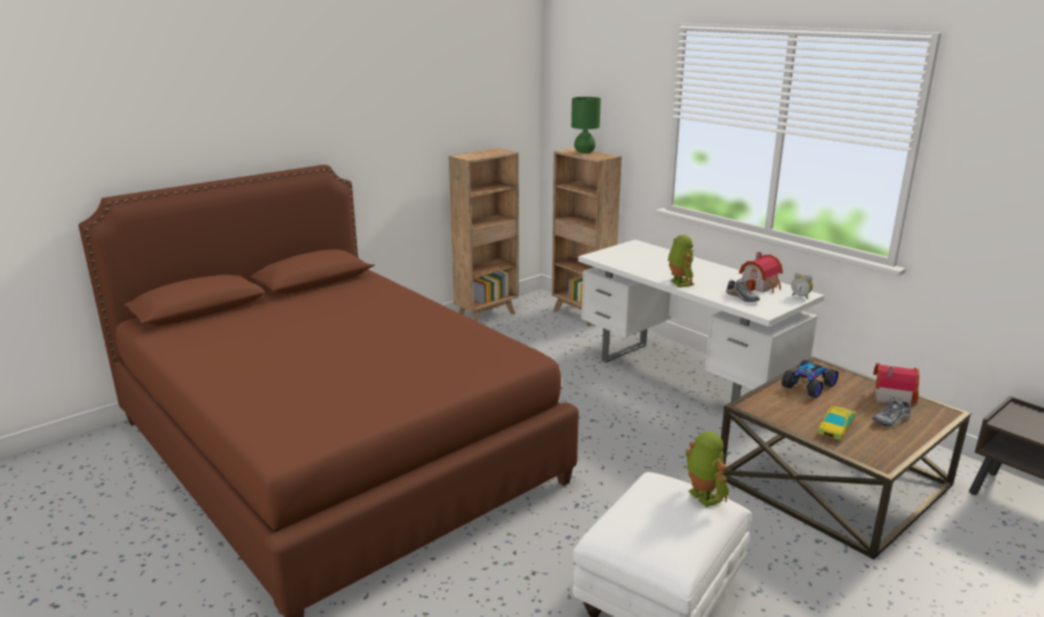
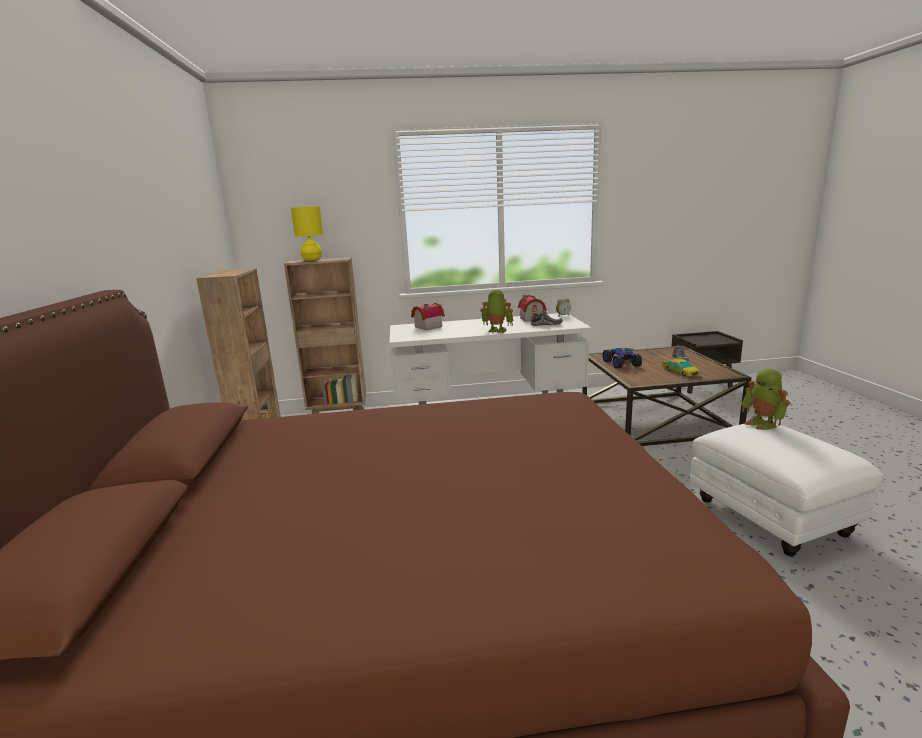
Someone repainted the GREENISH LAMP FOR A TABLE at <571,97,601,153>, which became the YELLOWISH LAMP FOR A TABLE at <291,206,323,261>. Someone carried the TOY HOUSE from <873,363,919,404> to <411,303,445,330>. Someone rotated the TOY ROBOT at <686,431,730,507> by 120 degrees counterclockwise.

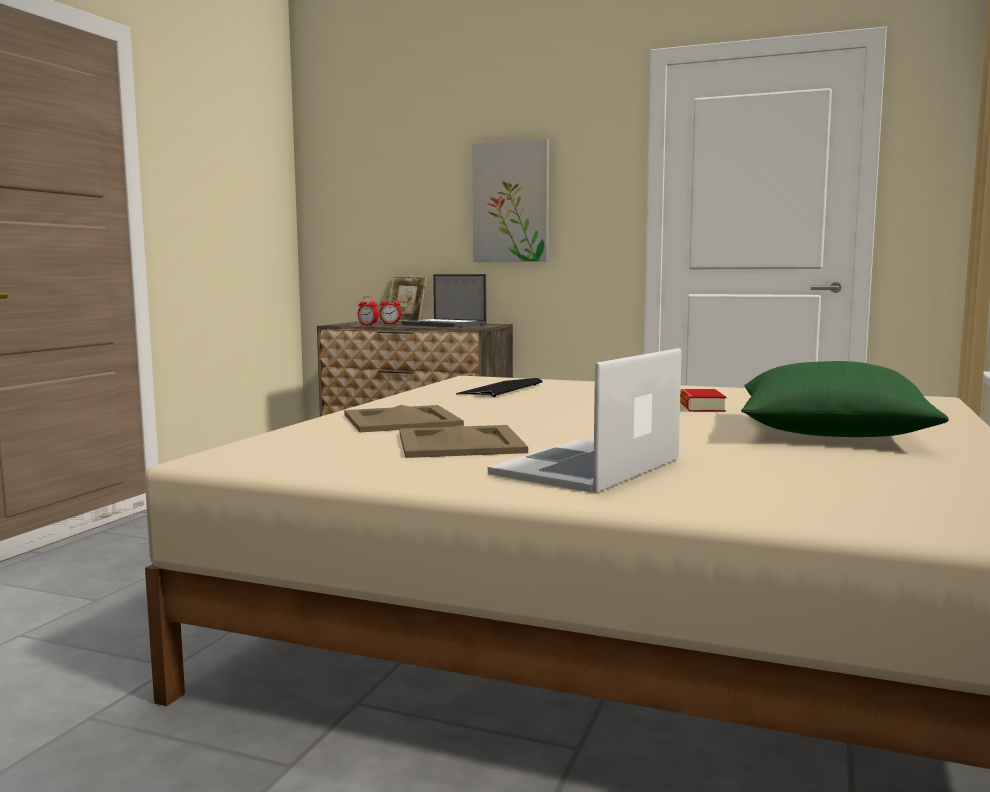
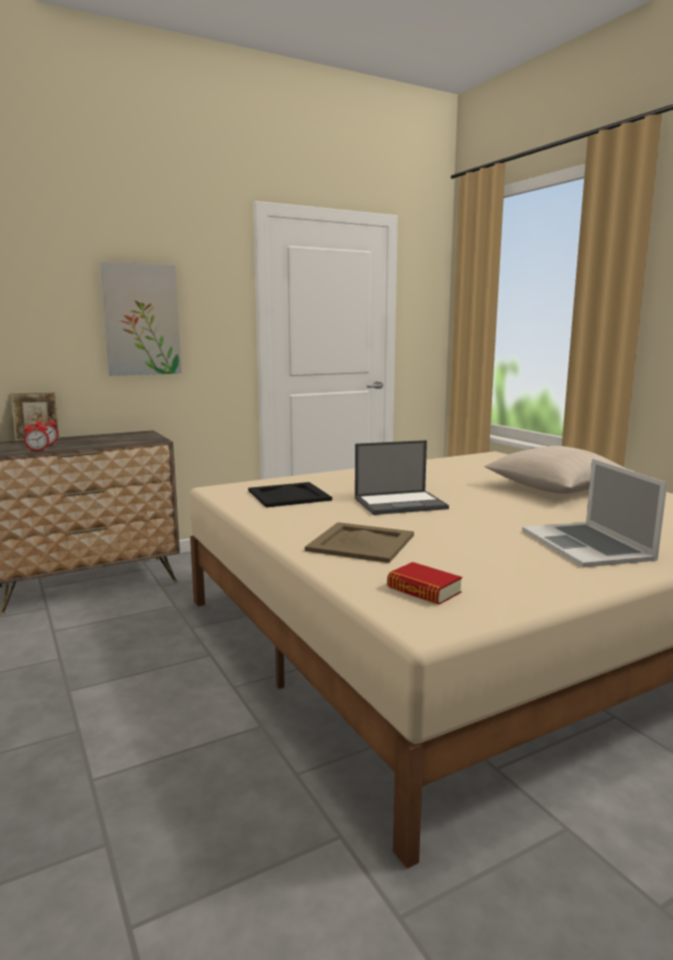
Someone swapped the KEYBOARD at <456,378,543,397> for the BLACK-COLOURED TRAY at <248,482,332,508>. Someone carried the LAPTOP from <402,274,487,327> to <355,440,449,515>. Someone carried the VOLUME from <680,389,726,412> to <387,562,462,605>. Someone repainted the GREENISH PILLOW at <741,361,949,437>, which became the BEIGE PILLOW at <484,446,634,494>. Someone took away the BEIGE TRAY at <399,425,528,458>.

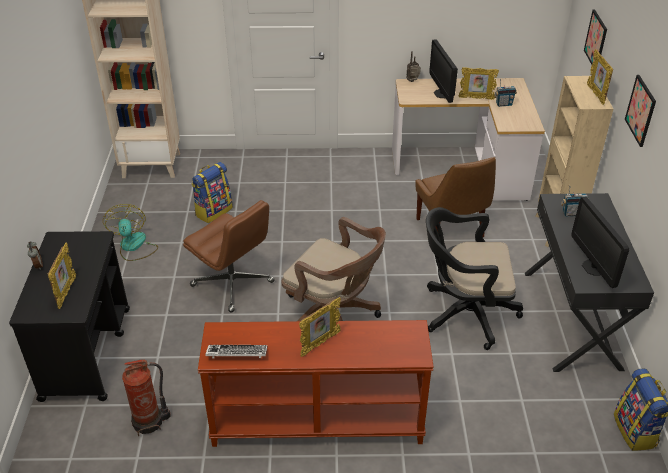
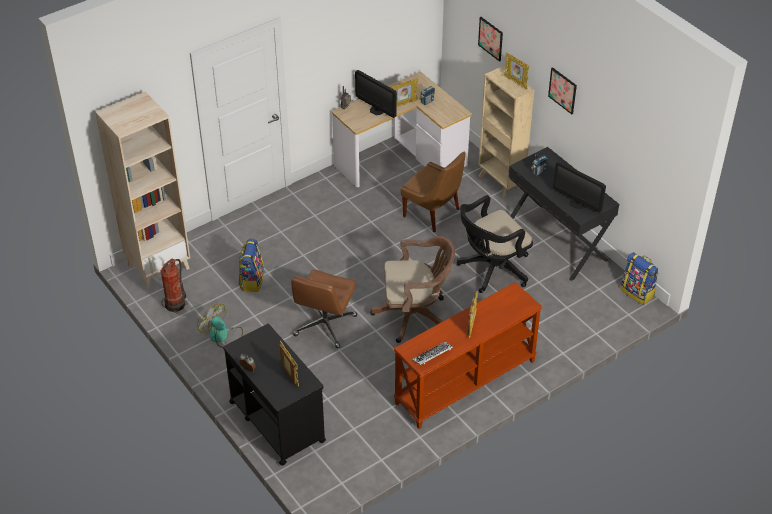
Someone carried the EXTINGUISHER from <122,359,171,436> to <161,259,188,313>. Someone rotated the BROWN-COLOURED OFFICE CHAIR at <183,200,275,313> by 105 degrees clockwise.

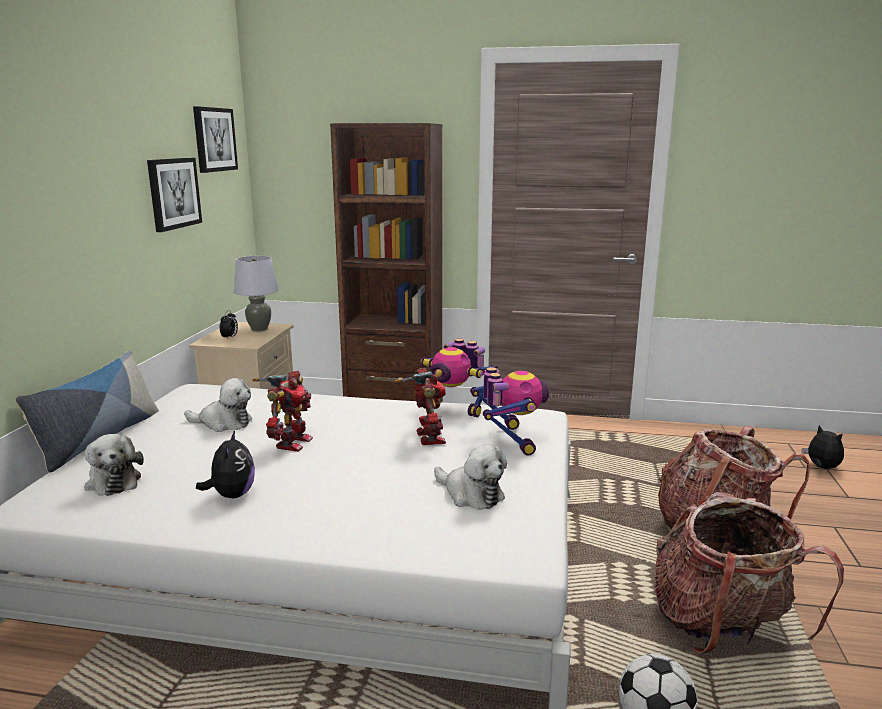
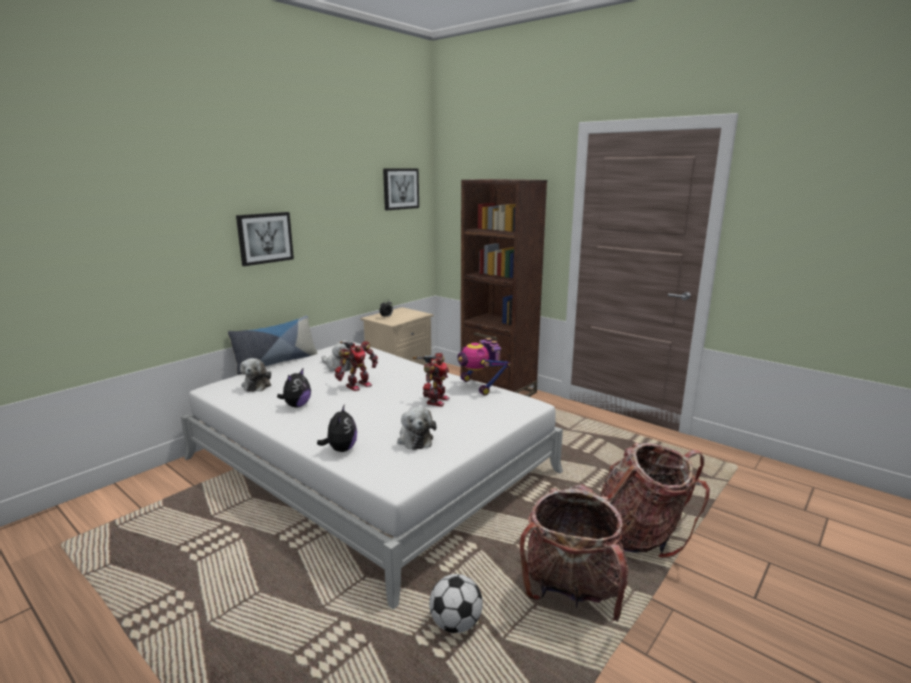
Someone carried the PICTURE from <147,158,202,232> to <236,212,294,266>. Someone carried the SOFT TOY from <802,425,844,469> to <317,405,357,452>. Someone took away the GREYISH LAMP FOR A TABLE at <234,256,279,331>. Someone took away the TOY ROBOT at <470,367,549,456>.

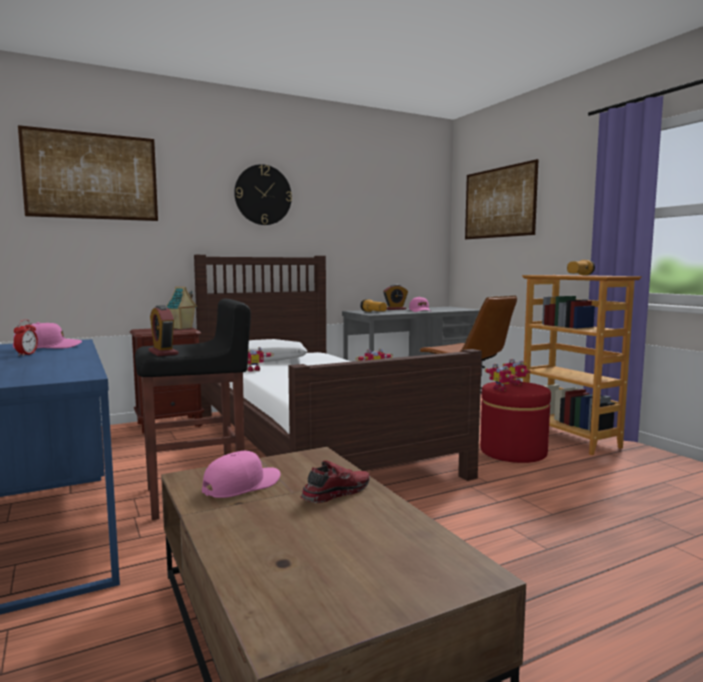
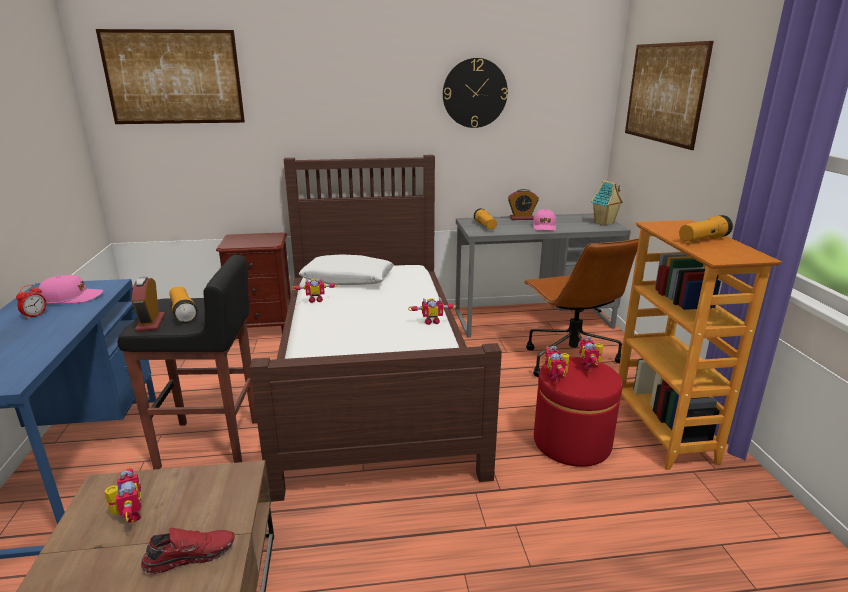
Someone swapped the PINK PEAKED CAP at <202,451,281,498> for the TOY ROBOT at <104,466,141,523>. Someone put down the HAND TORCH at <169,286,198,323>. Someone carried the WALL CLOCK from <234,164,292,225> to <443,58,508,128>. Someone carried the TOY HOUSE from <166,287,197,329> to <591,180,623,226>.

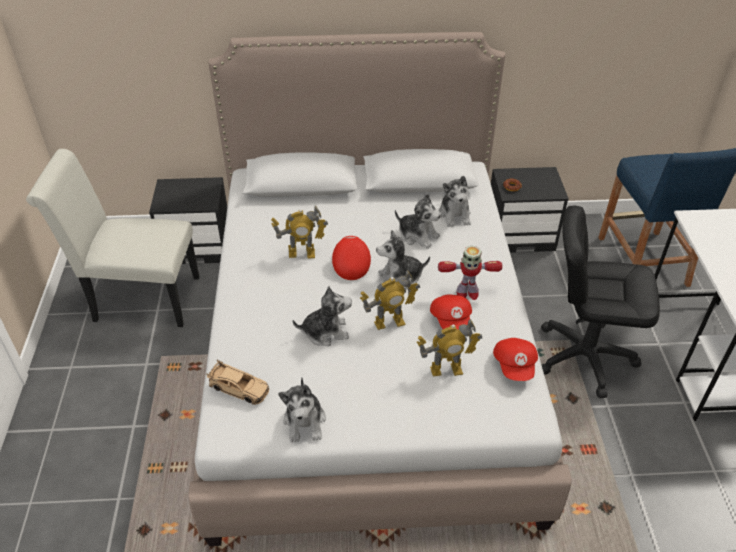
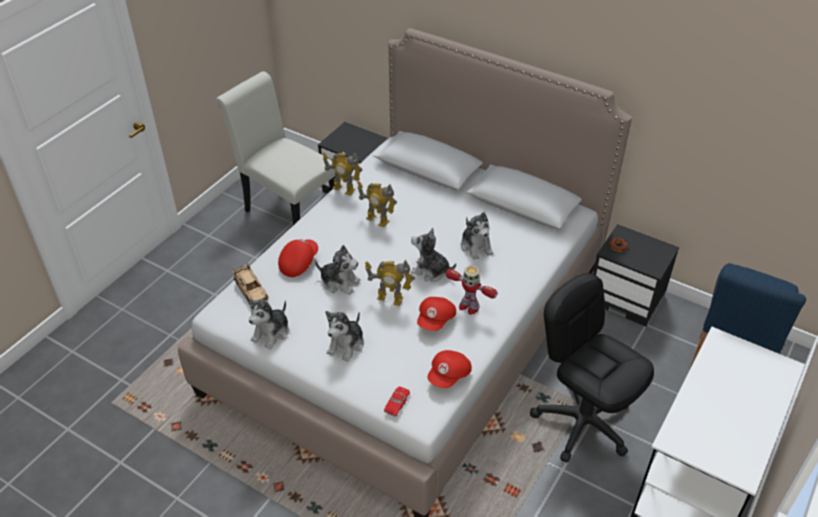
Someone carried the RED PEAKED CAP from <332,236,371,280> to <278,239,318,277>. Someone carried the TOY ROBOT from <417,319,482,376> to <322,152,363,196>. Someone carried the SOFT TOY from <439,176,471,227> to <326,311,364,362>. Someone put down the RED MODEL CAR at <384,386,410,416>.

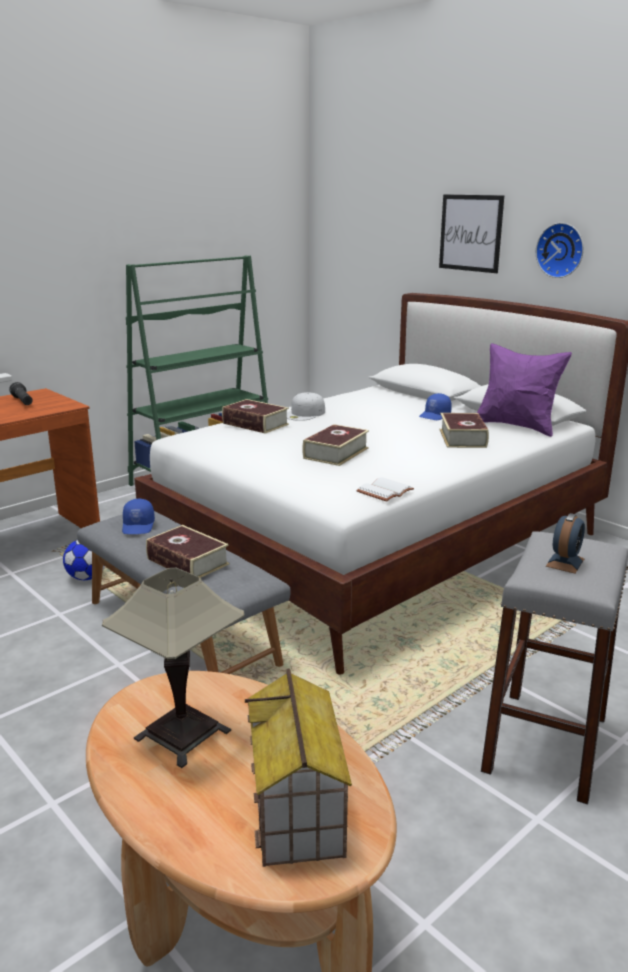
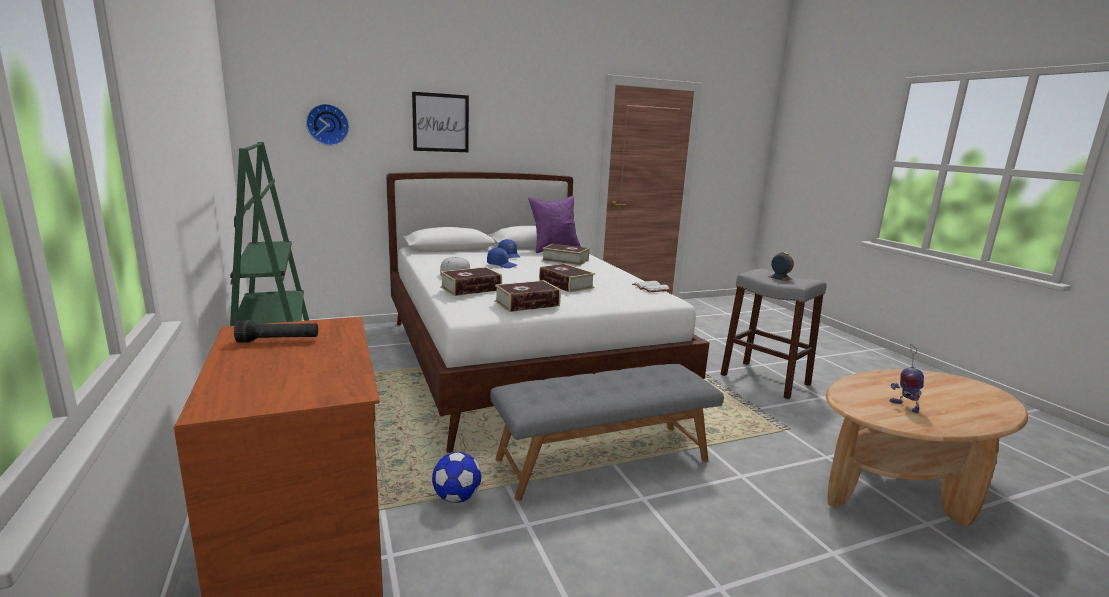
Someone carried the WALL CLOCK from <536,223,584,278> to <306,104,349,146>. Someone carried the BLUE-COLOURED PEAKED CAP from <122,499,155,534> to <487,248,517,268>. Someone carried the VOLUME from <146,525,229,578> to <495,280,561,312>. Someone swapped the LAMP FOR A TABLE at <102,568,245,768> for the TOY ROBOT at <890,344,924,413>. Someone took away the TOY HOUSE at <245,668,352,867>.

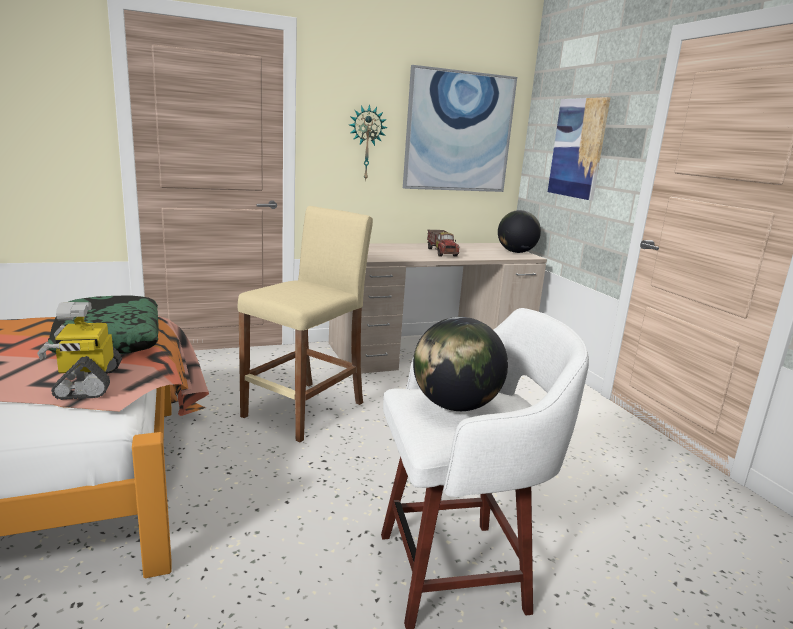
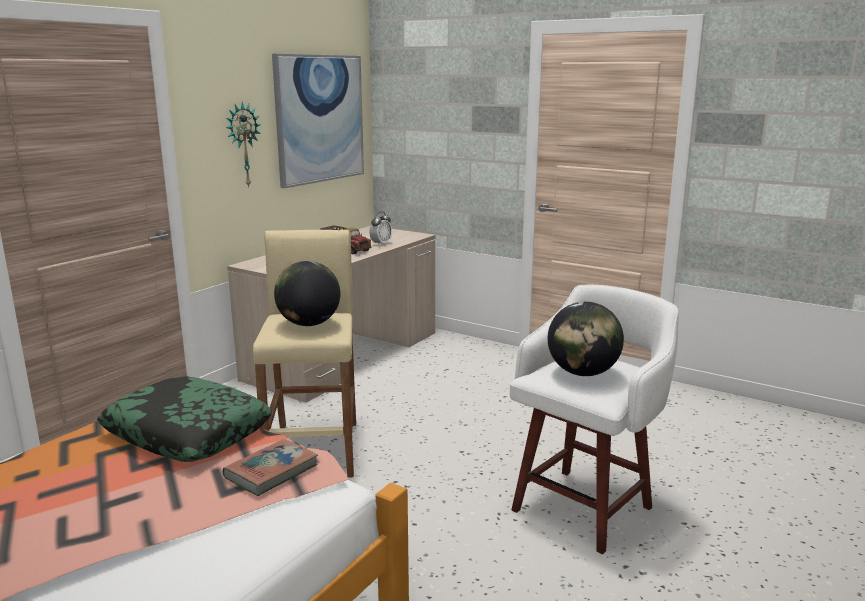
Someone swapped the TOY ROBOT at <37,302,122,400> for the VOLUME at <223,439,318,496>. Someone carried the WORLD GLOBE from <498,210,541,253> to <274,261,340,326>. Someone put down the BEDSIDE CLOCK at <369,212,392,246>. Someone took away the PICTURE at <548,97,611,200>.

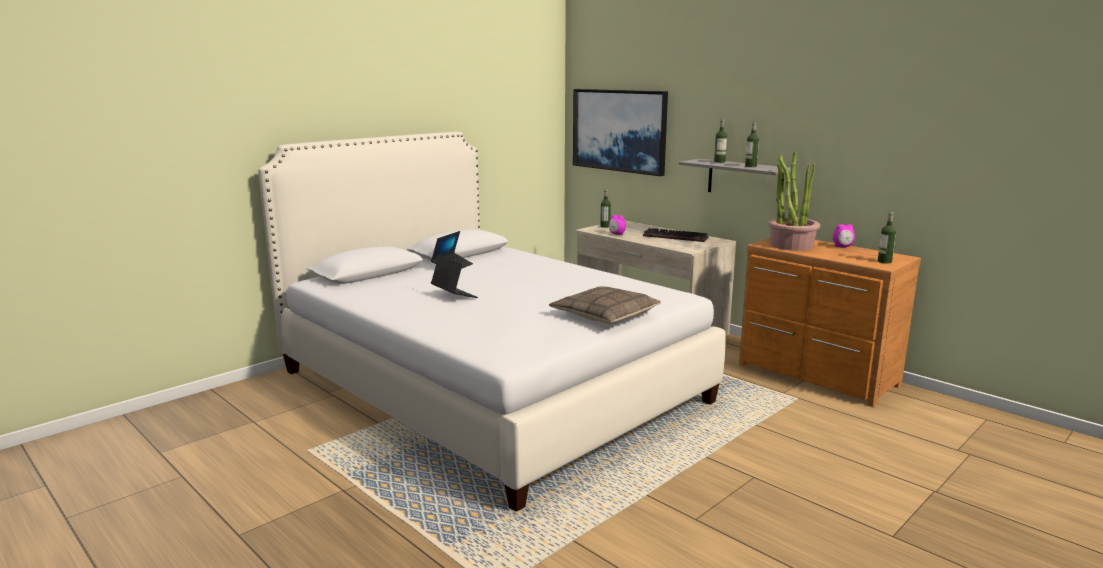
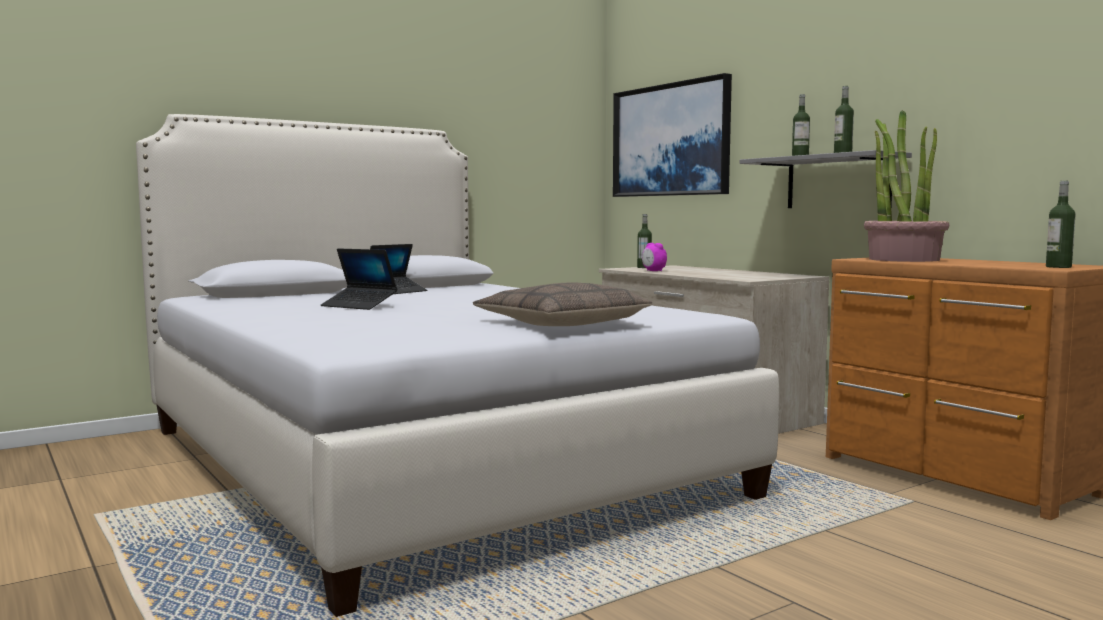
Someone rotated the LAPTOP at <431,255,478,298> by 150 degrees clockwise. Someone took away the KEYBOARD at <643,228,709,242>. Someone took away the BEDSIDE CLOCK at <833,224,855,248>.

